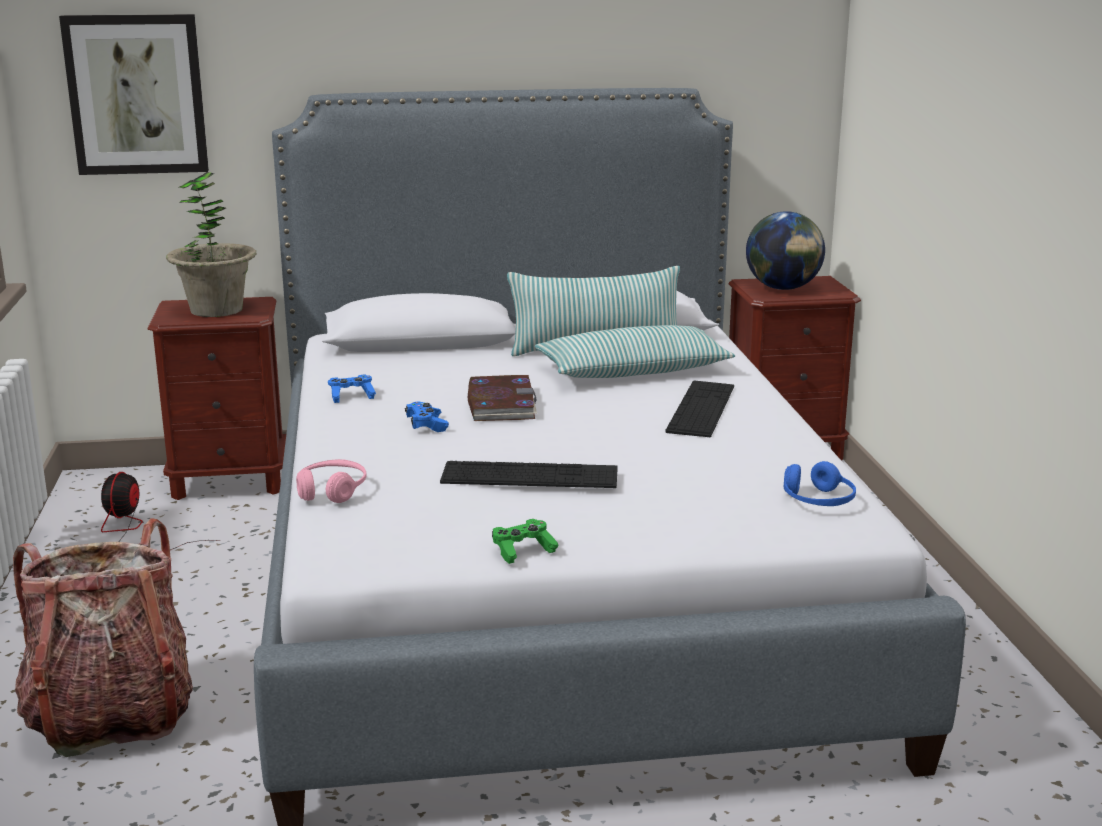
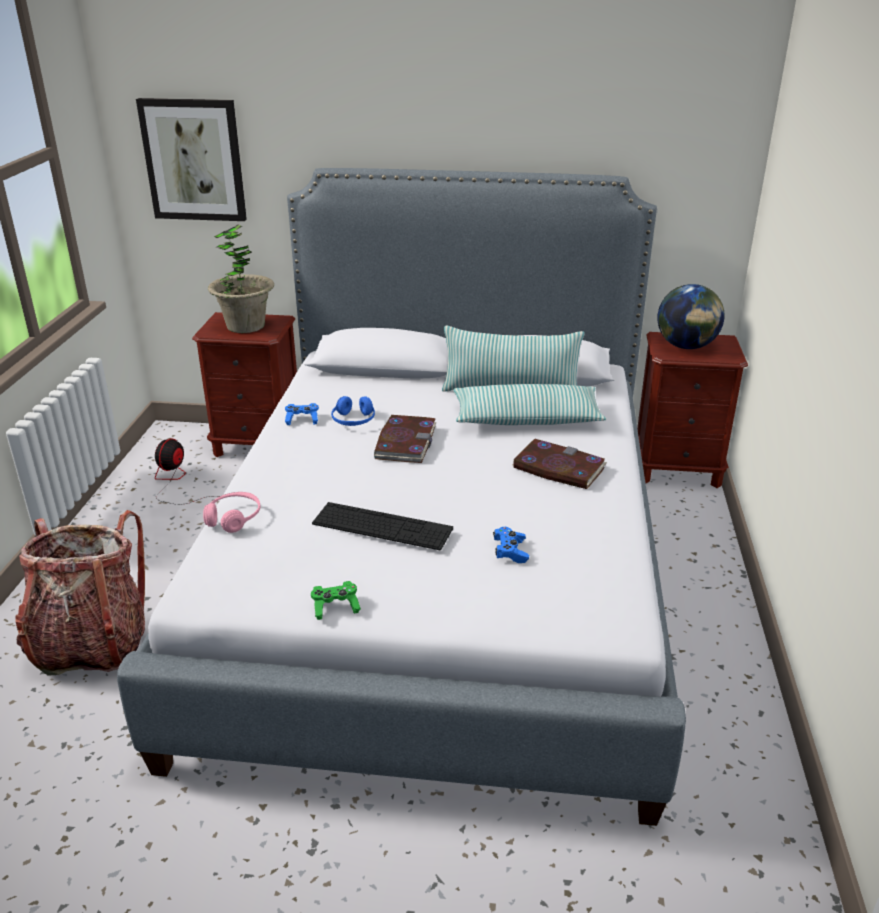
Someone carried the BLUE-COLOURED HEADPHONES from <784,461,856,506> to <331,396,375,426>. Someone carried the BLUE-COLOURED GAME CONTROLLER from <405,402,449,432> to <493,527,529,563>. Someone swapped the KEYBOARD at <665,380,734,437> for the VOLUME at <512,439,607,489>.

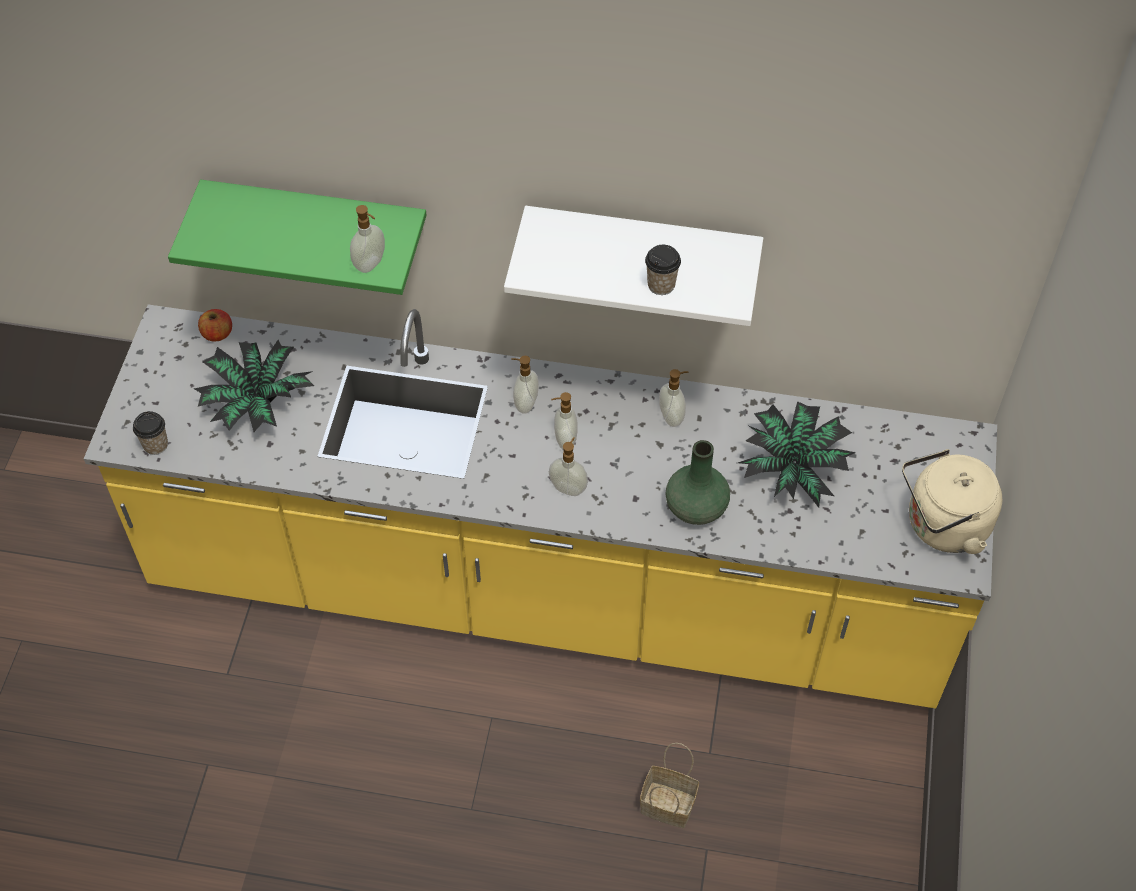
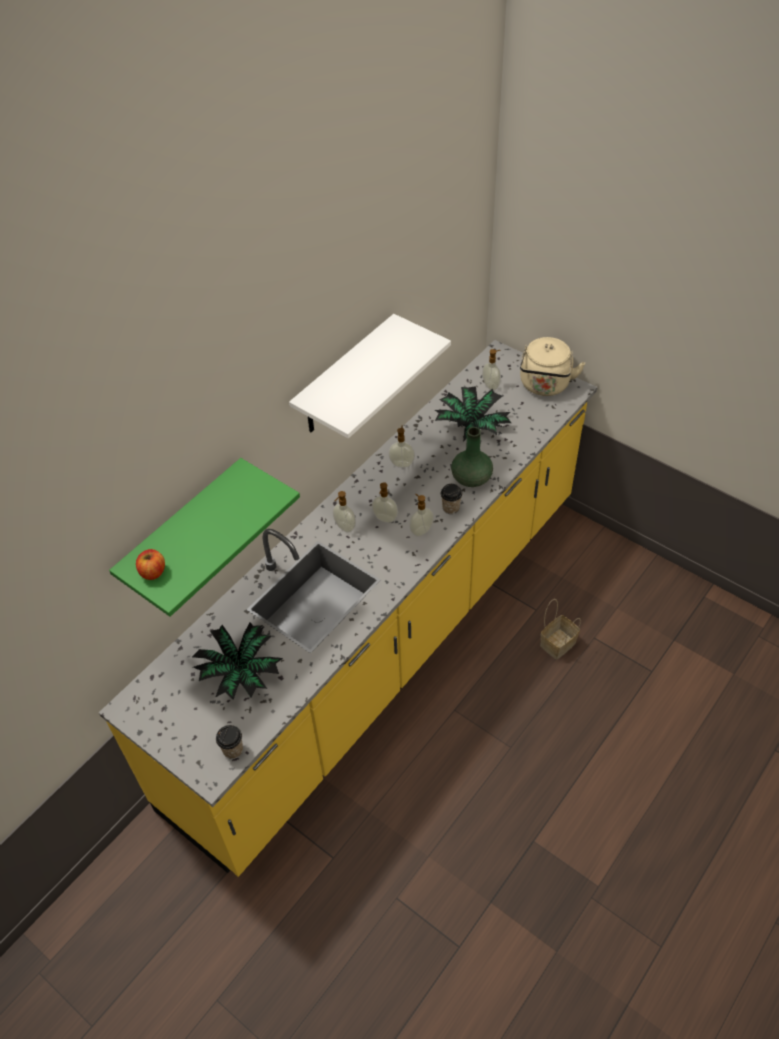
Someone carried the APPLE from <198,309,232,341> to <136,549,165,580>. Someone carried the CUP from <645,245,681,295> to <441,484,462,514>. Someone carried the SOAP BOTTLE from <350,205,385,273> to <482,349,501,390>.

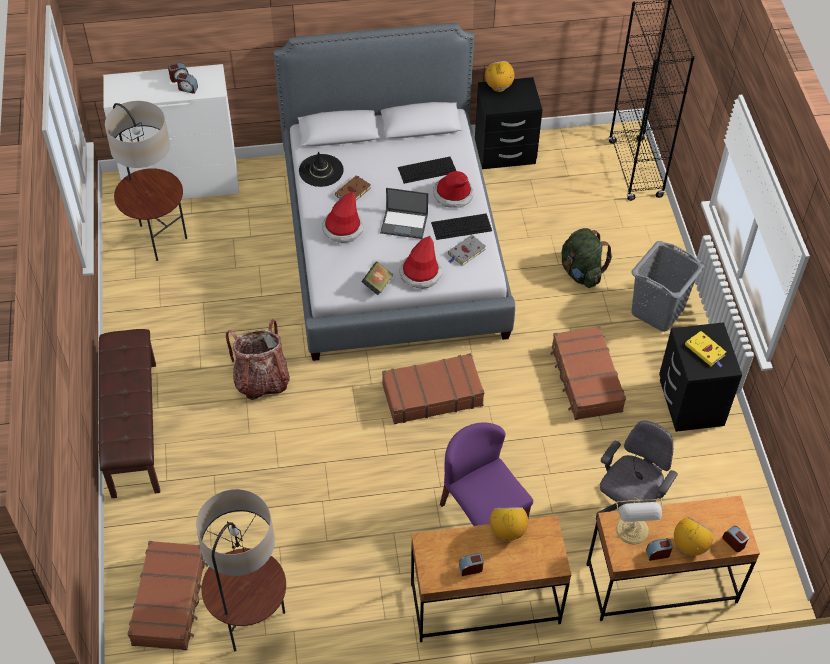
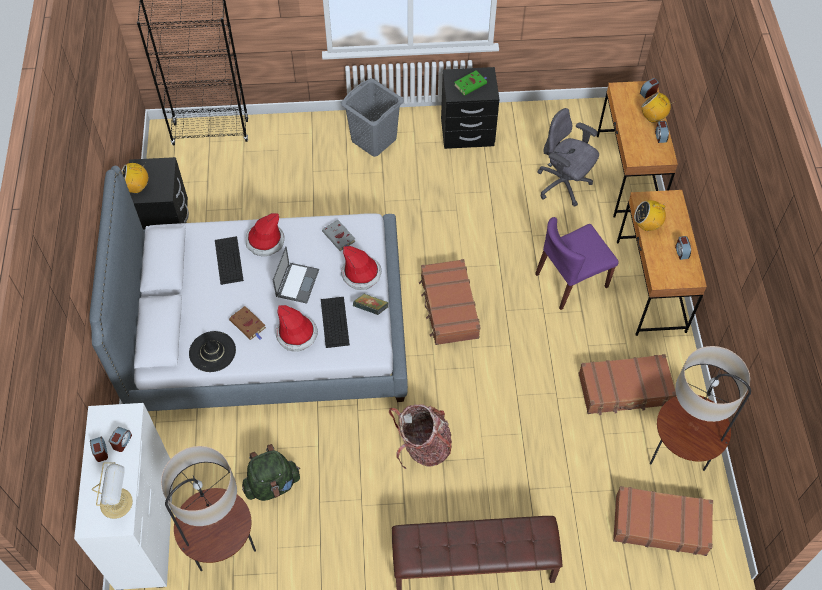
Someone carried the LAMP FOR A TABLE from <616,497,664,544> to <92,462,133,519>. Someone carried the GREENISH KNAPSACK from <561,228,612,288> to <242,444,300,501>. Someone carried the KEYBOARD from <431,213,492,240> to <321,297,350,348>. Someone repainted the YELLOWISH VOLUME at <685,331,726,367>, which became the GREENISH VOLUME at <454,71,487,96>. Someone carried the BROWN-COLOURED PIECE OF LUGGAGE from <550,326,626,420> to <578,354,676,415>.

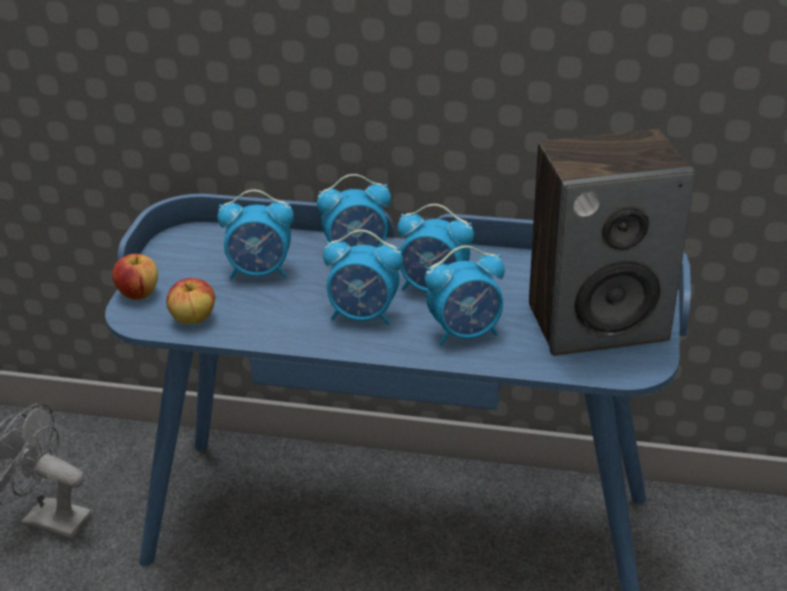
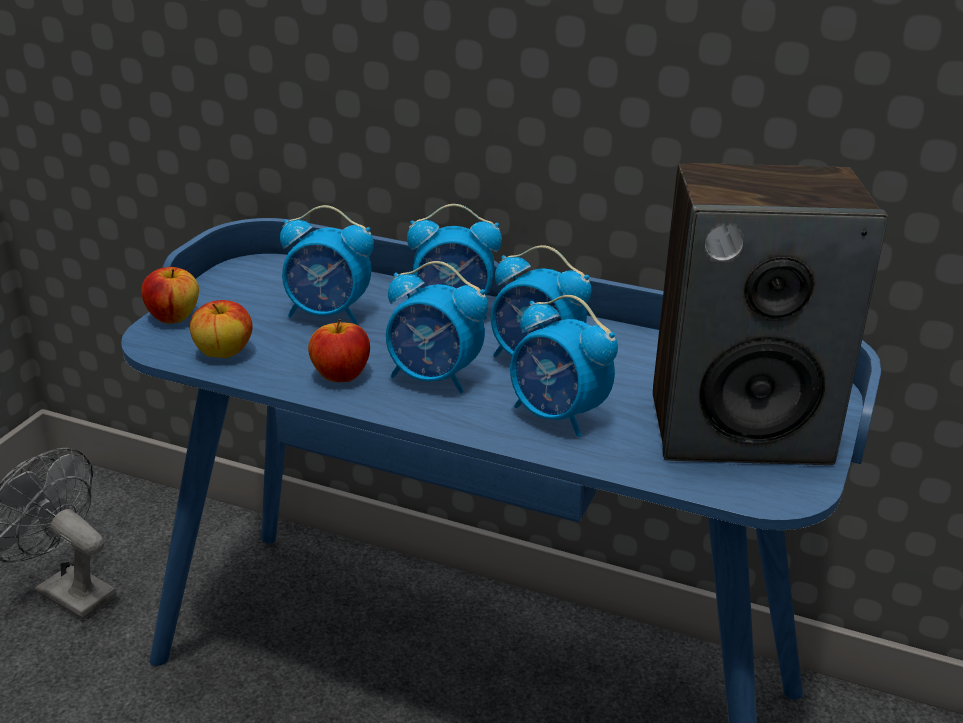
Someone put down the APPLE at <308,319,370,382>. Someone rotated the BEDSIDE CLOCK at <425,246,505,346> by 45 degrees clockwise.

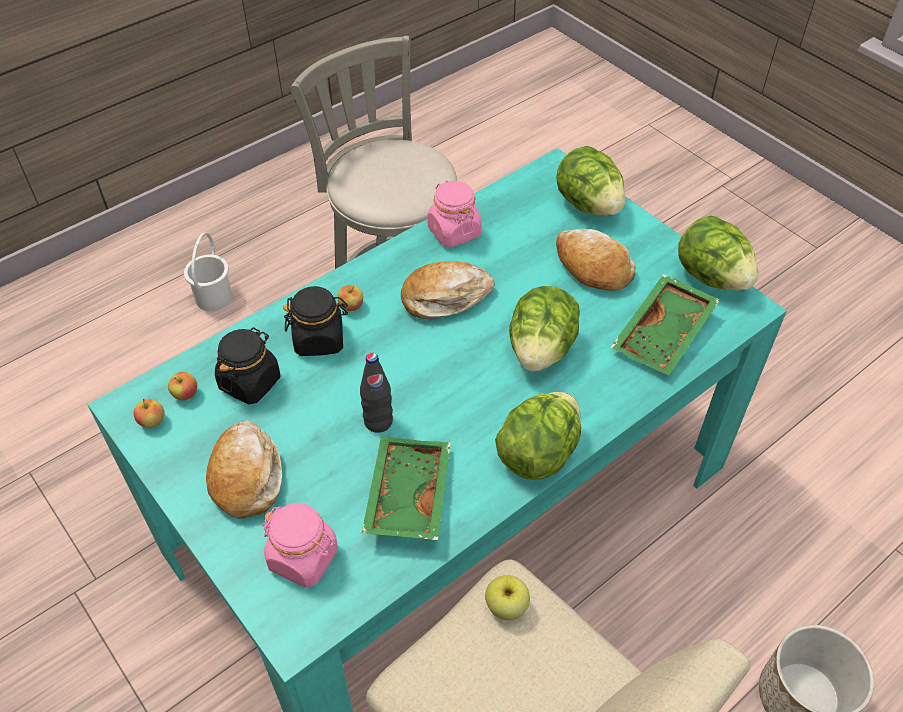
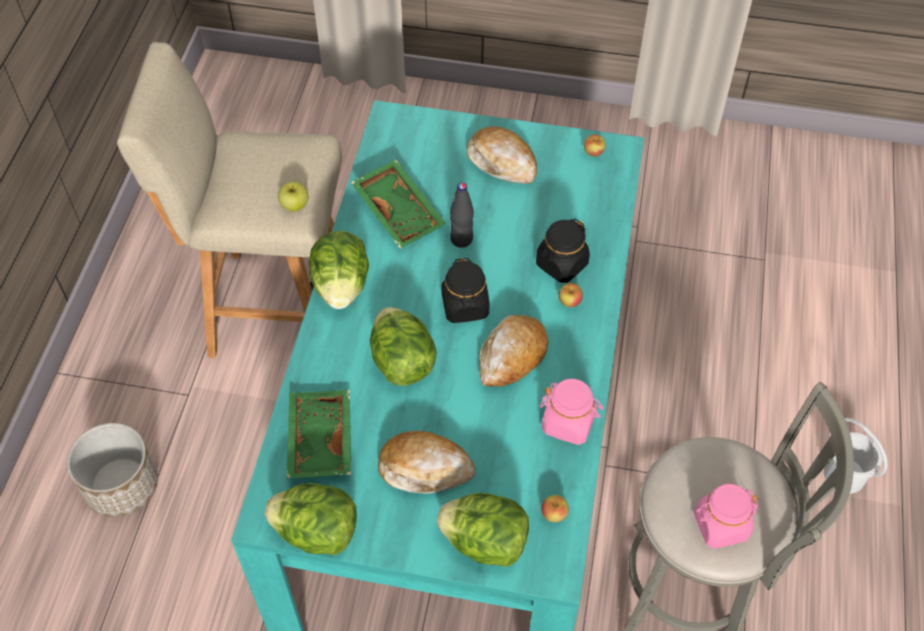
Someone carried the BLACK-COLOURED STORAGE JAR from <215,327,280,404> to <442,258,489,323>. Someone carried the APPLE from <168,372,197,400> to <541,495,569,522>. Someone carried the PINK STORAGE JAR from <263,503,338,588> to <694,484,759,549>.

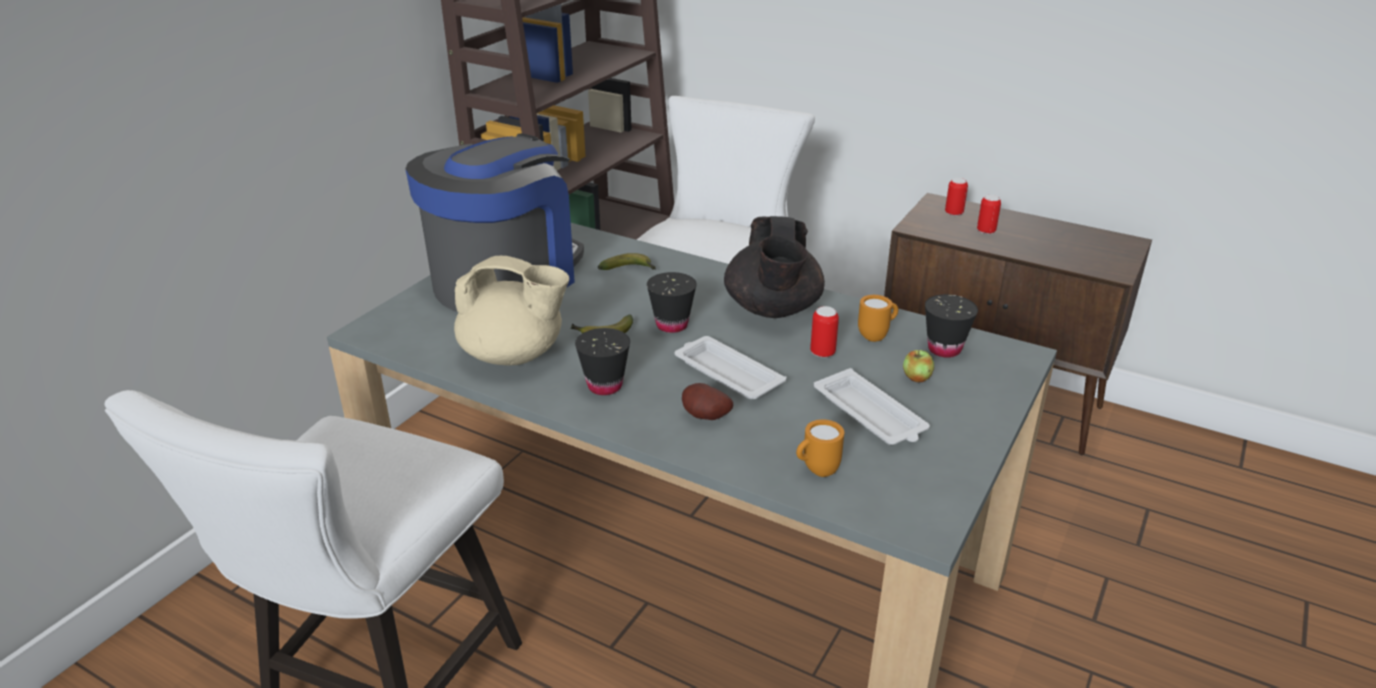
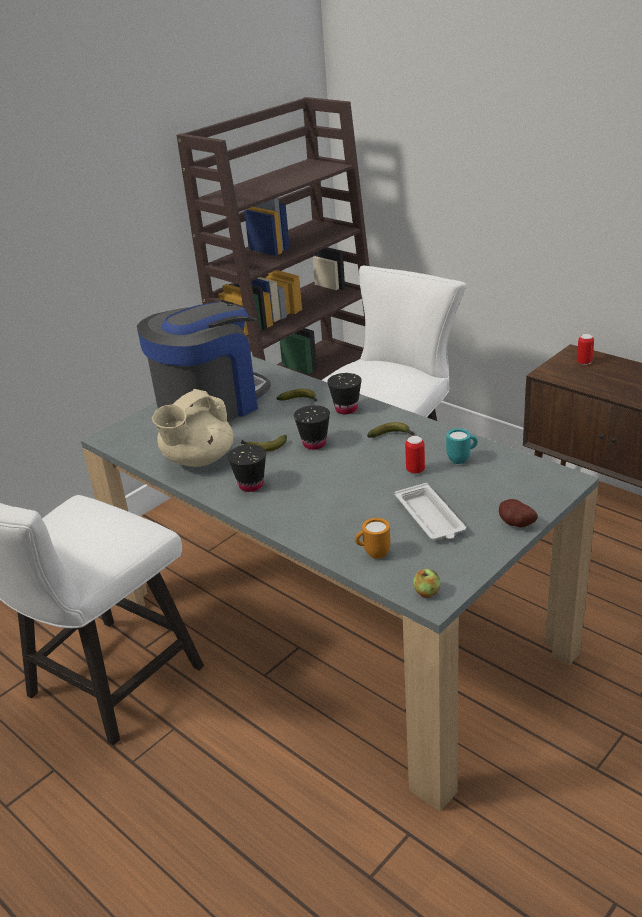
Someone rotated the BEIGE POT FOR TEA at <454,256,569,365> by 105 degrees clockwise. Someone carried the BLACK-COLOURED CUP from <925,294,978,358> to <327,373,362,414>. Someone swapped the BLACK-COLOURED POT FOR TEA at <724,216,825,318> for the BANANA FRUIT at <367,422,414,438>. Someone carried the APPLE from <903,350,934,382> to <413,569,440,598>. Someone repainted the ORANGE MUG at <858,295,898,342>, which became the TURQUOISE-COLOURED MUG at <446,428,478,464>. Someone carried the POTATO from <682,383,733,420> to <499,499,538,528>. Someone took away the WHITISH TRAY at <674,336,786,399>. Someone took away the SEALED CAN at <977,195,1001,234>.

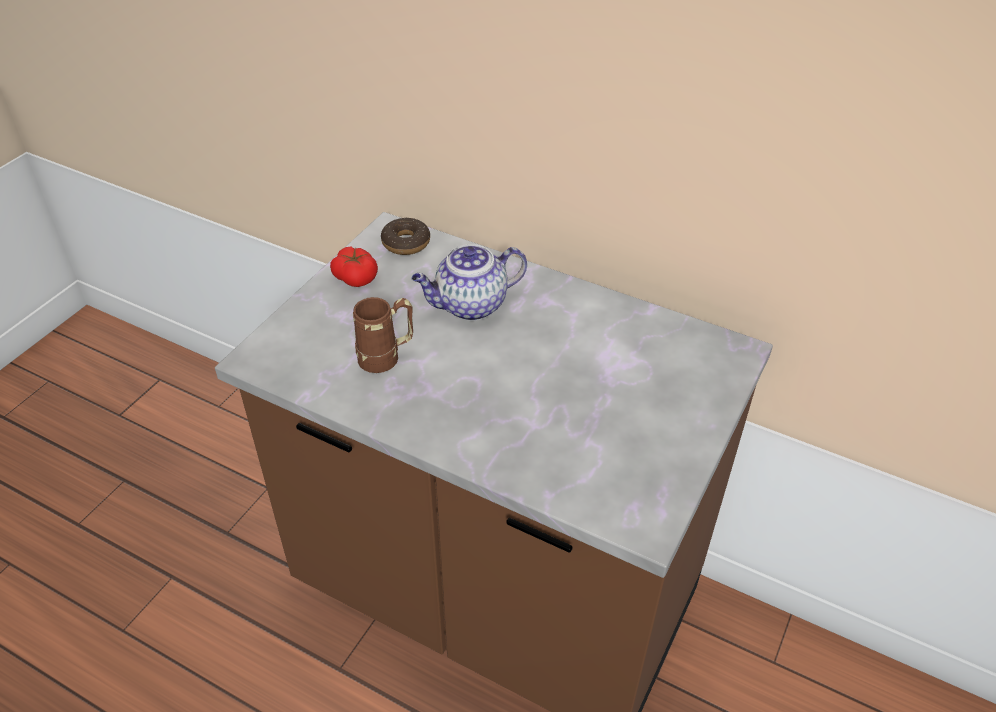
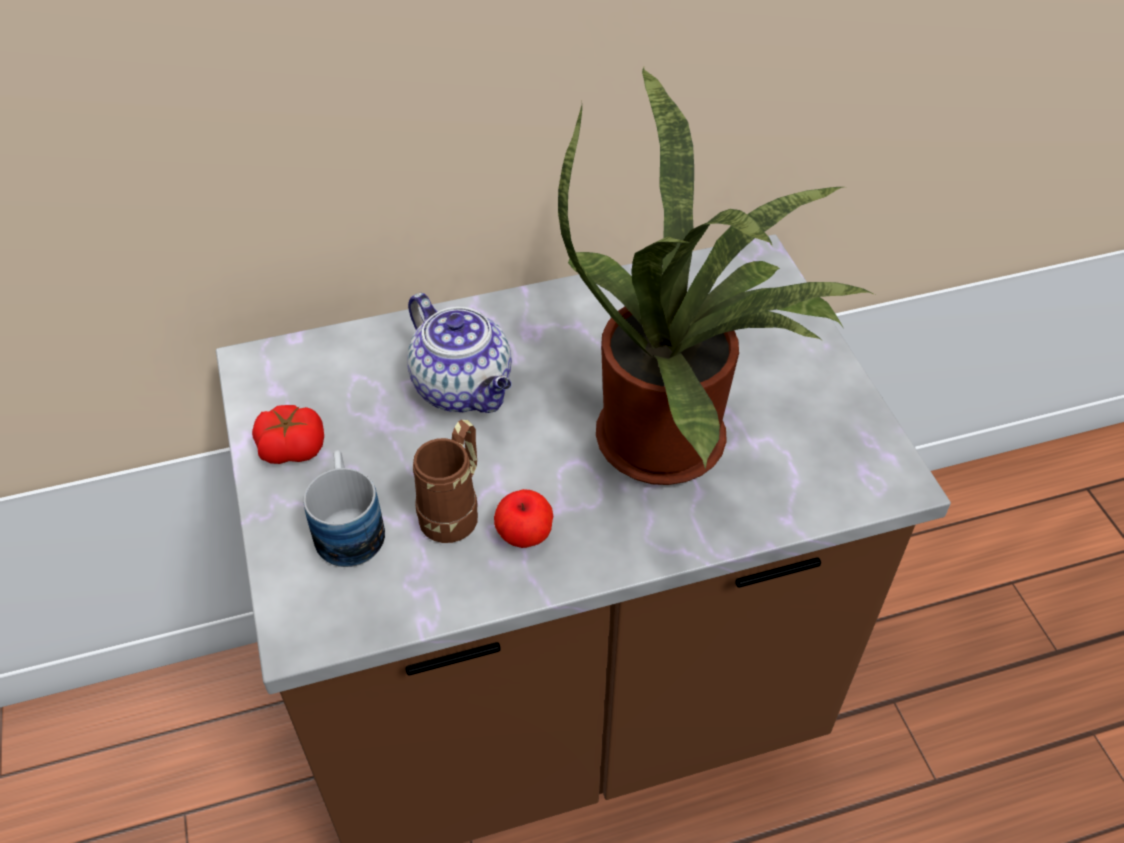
Someone put down the MUG at <303,450,385,567>. Someone rotated the POT FOR TEA at <411,244,527,321> by 60 degrees counterclockwise. Someone put down the APPLE at <494,489,553,548>. Someone put down the PLANT IN A POT at <558,67,875,485>. Someone took away the DOUGHNUT at <381,218,430,255>.

